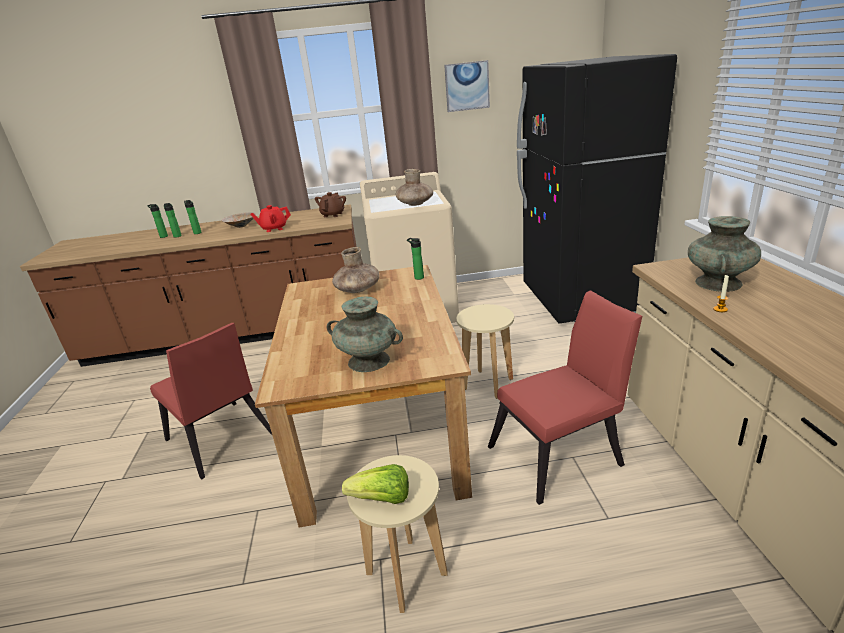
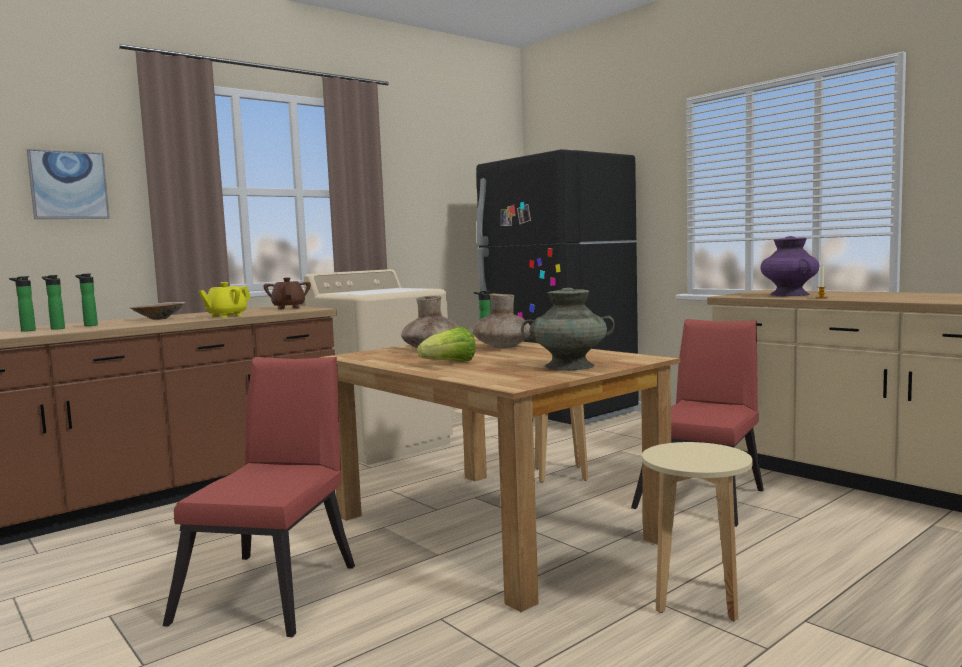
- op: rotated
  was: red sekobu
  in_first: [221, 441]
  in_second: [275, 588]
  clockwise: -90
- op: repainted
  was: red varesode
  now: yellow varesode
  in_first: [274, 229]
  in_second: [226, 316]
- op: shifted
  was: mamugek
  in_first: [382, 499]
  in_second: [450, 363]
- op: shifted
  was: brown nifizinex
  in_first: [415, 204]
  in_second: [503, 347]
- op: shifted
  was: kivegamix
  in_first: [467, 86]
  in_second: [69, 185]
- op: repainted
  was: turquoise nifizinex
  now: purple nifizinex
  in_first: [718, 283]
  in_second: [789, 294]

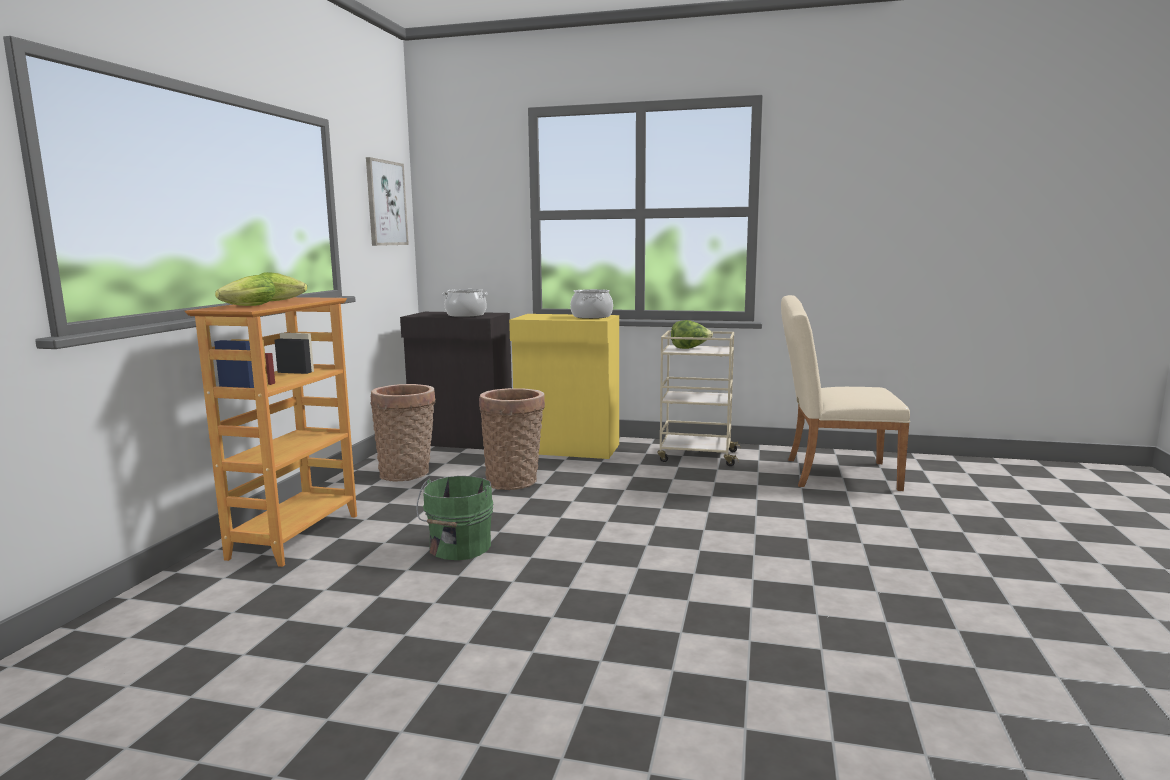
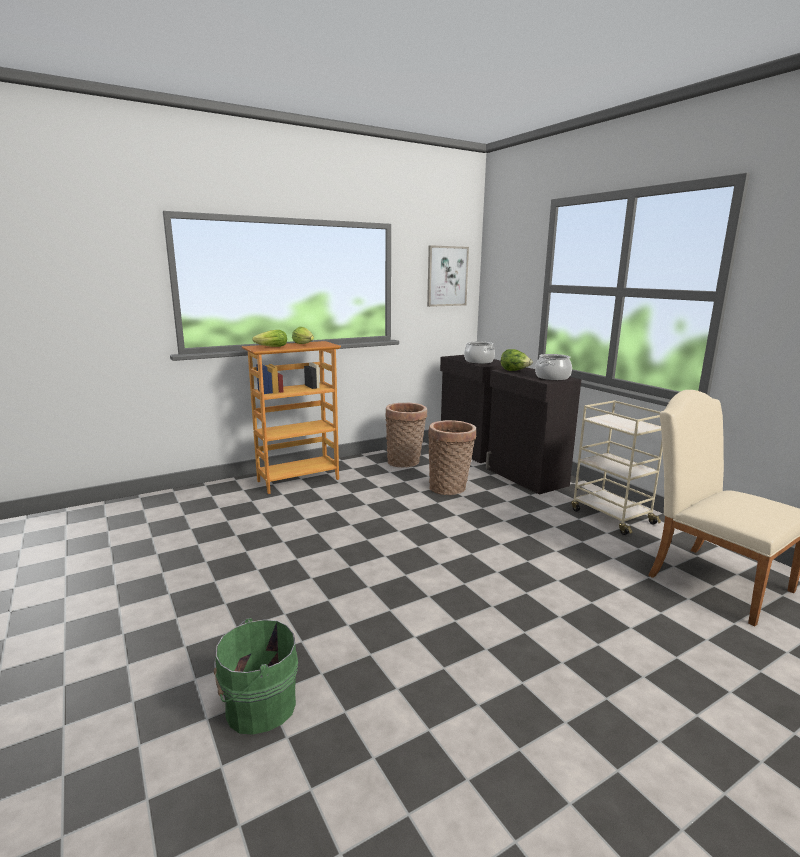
- op: shifted
  was: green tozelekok
  in_first: [458, 548]
  in_second: [257, 706]
- op: repainted
  was: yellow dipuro
  now: black dipuro
  in_first: [568, 449]
  in_second: [526, 477]
- op: shifted
  was: mamugek
  in_first: [690, 348]
  in_second: [514, 371]

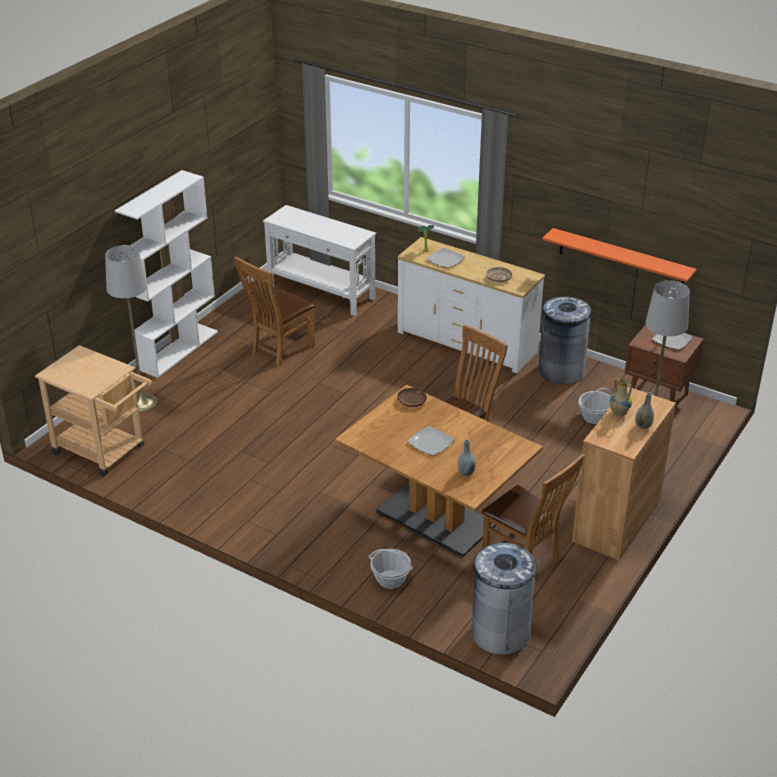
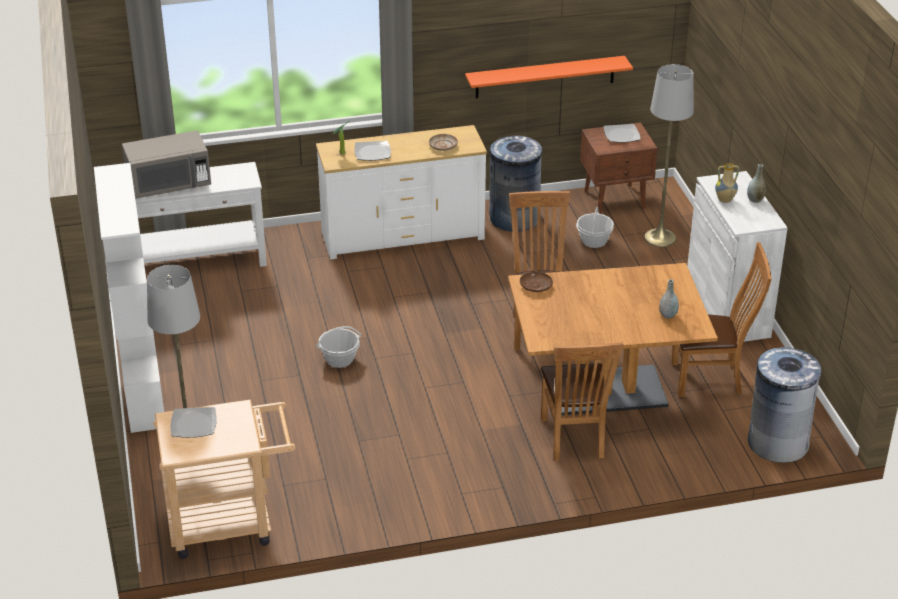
- op: shifted
  was: brown sekobu
  in_first: [279, 350]
  in_second: [574, 440]
- op: shifted
  was: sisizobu
  in_first: [390, 579]
  in_second: [339, 359]
- op: shifted
  was: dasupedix
  in_first: [430, 443]
  in_second: [194, 424]
- op: repainted
  was: brown dipuro
  now: white dipuro
  in_first: [616, 521]
  in_second: [727, 310]
- op: new
  now: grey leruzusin
  in_second: [169, 185]

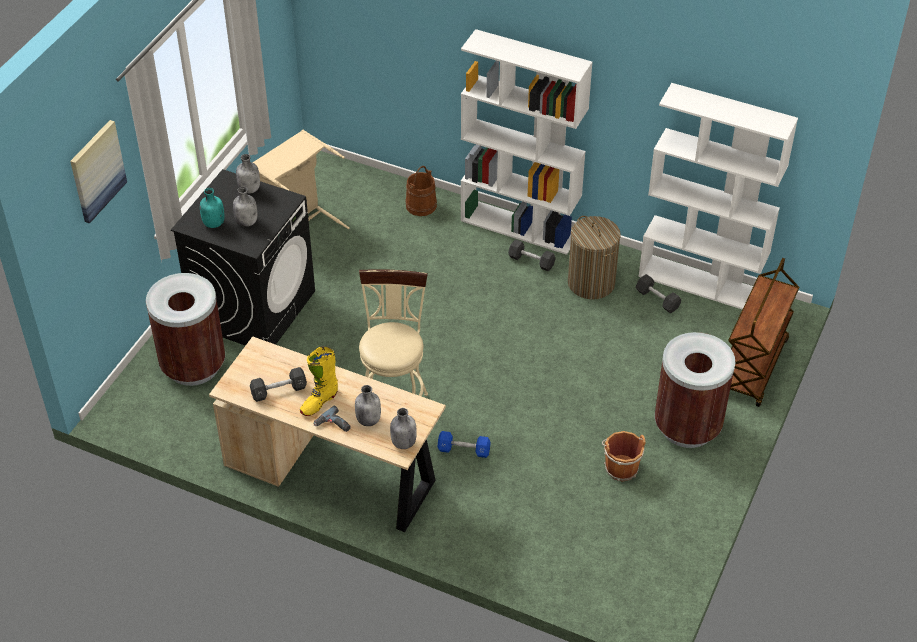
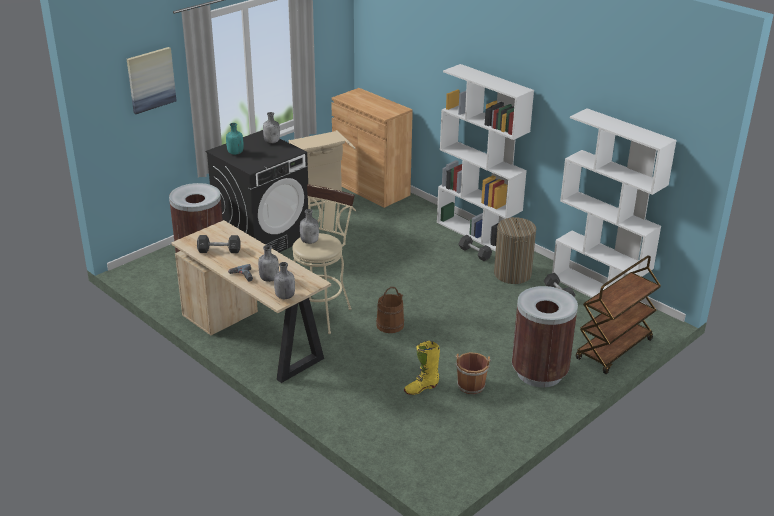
- op: shifted
  was: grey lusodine
  in_first: [247, 222]
  in_second: [310, 241]
- op: shifted
  was: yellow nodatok
  in_first: [319, 402]
  in_second: [421, 388]
- op: shifted
  was: brown tozelekok
  in_first: [421, 205]
  in_second: [390, 325]
- op: gone
  was: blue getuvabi
  in_first: [464, 450]
- op: new
  now: brown dipuro
  in_second: [371, 188]

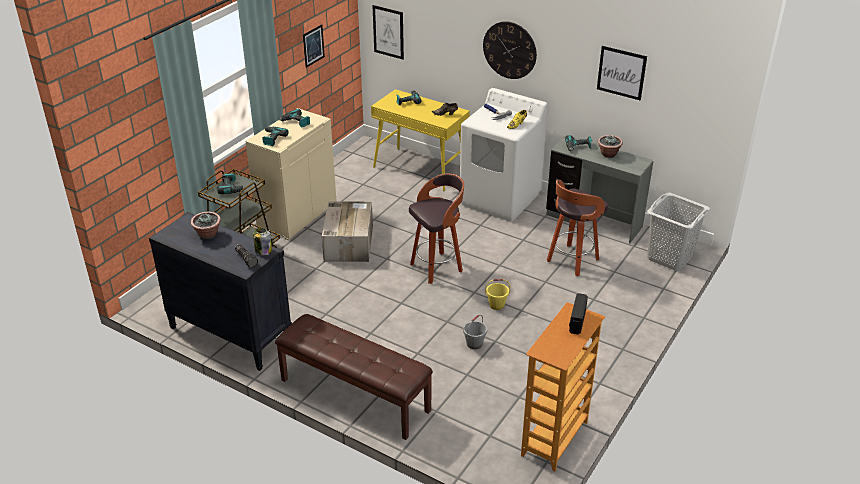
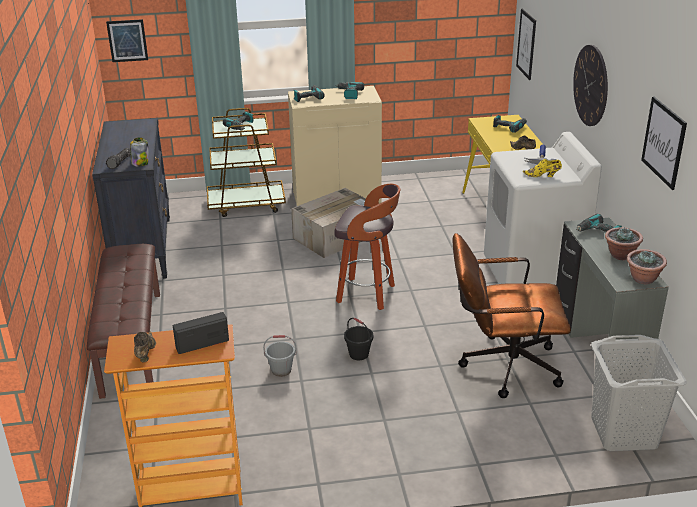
- op: shifted
  was: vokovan
  in_first: [208, 235]
  in_second: [643, 279]
- op: shifted
  was: kivegamix
  in_first: [313, 45]
  in_second: [127, 40]
- op: repainted
  was: yellow tozelekok
  now: black tozelekok
  in_first: [496, 305]
  in_second: [358, 354]
- op: swapped
  was: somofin
  now: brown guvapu
  in_first: [572, 261]
  in_second: [502, 366]
- op: new
  now: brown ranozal
  in_second: [145, 353]

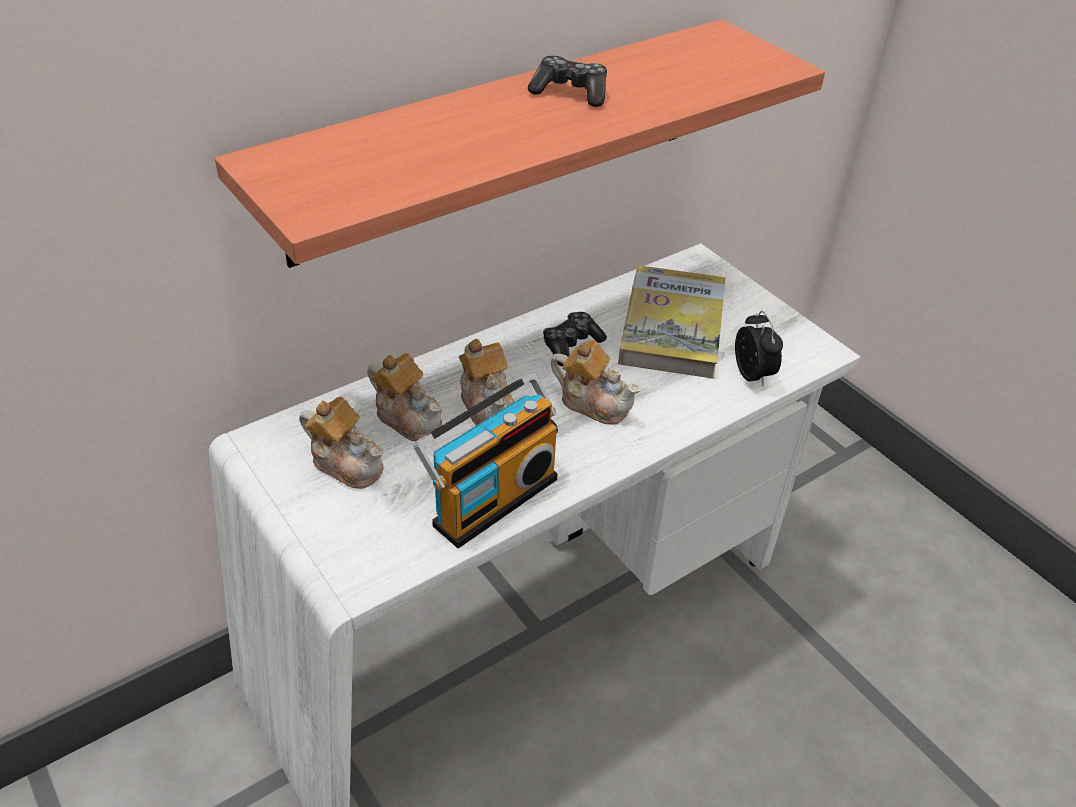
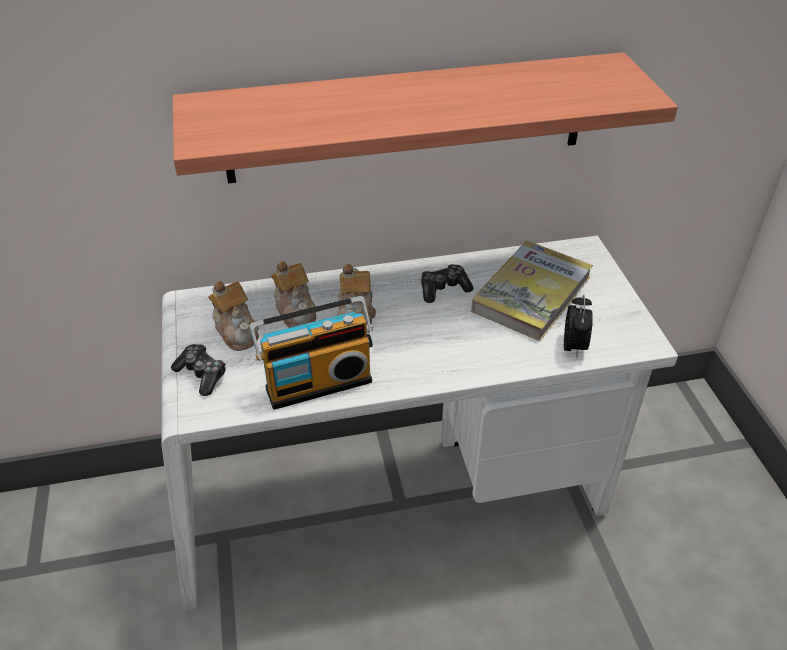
- op: shifted
  was: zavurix
  in_first: [570, 92]
  in_second: [202, 374]
- op: gone
  was: varesode
  in_first: [593, 402]

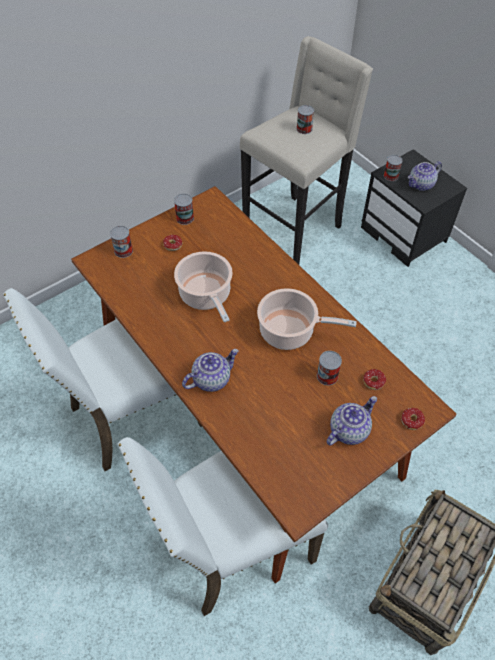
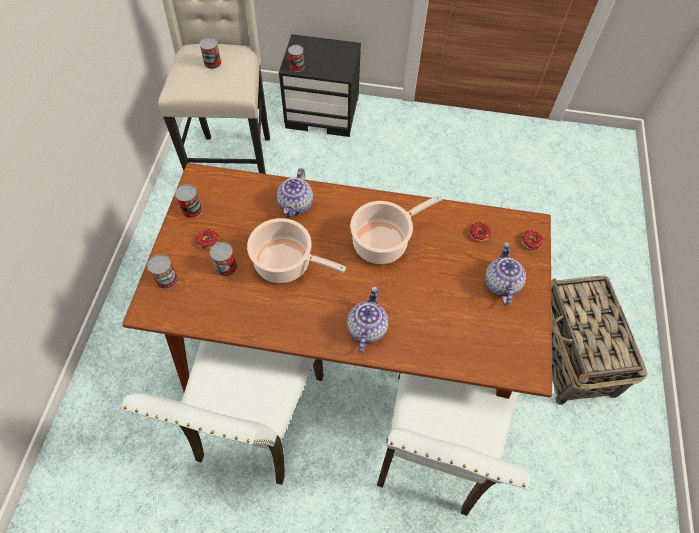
- op: shifted
  was: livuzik
  in_first: [327, 376]
  in_second: [226, 267]
- op: shifted
  was: varesode
  in_first: [421, 185]
  in_second: [296, 205]

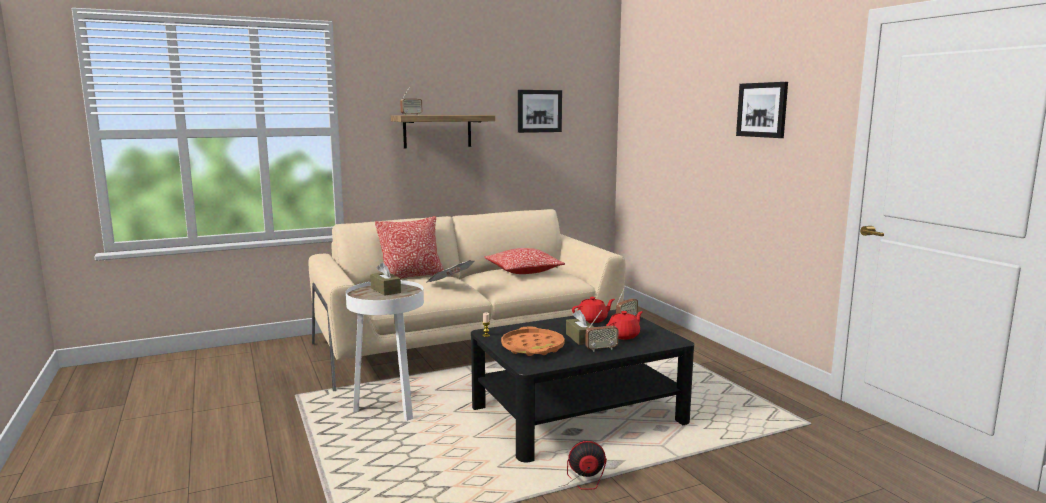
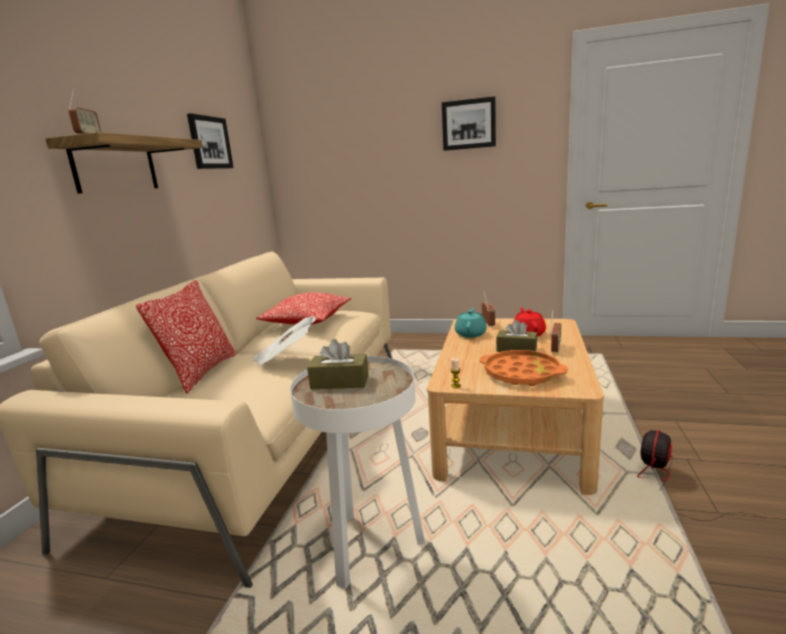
- op: repainted
  was: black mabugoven
  now: beige mabugoven
  in_first: [578, 415]
  in_second: [511, 428]
- op: repainted
  was: red varesode
  now: turquoise varesode
  in_first: [593, 320]
  in_second: [471, 334]

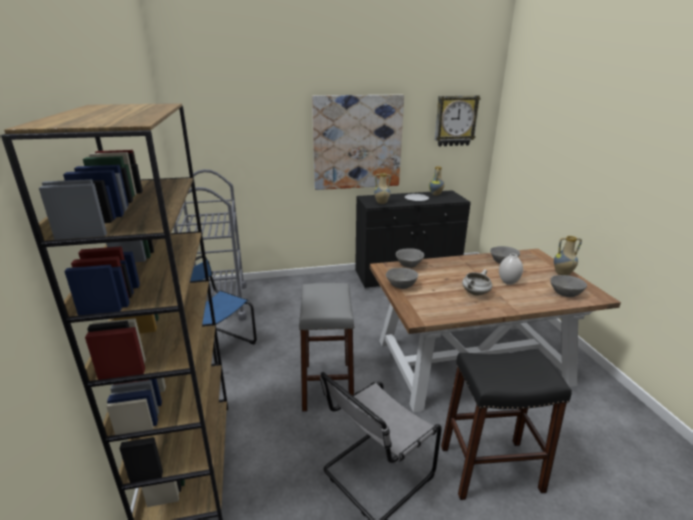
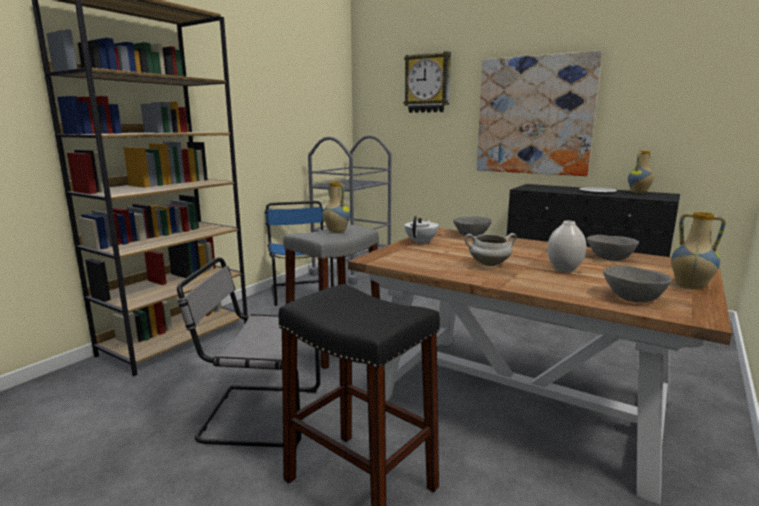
- op: shifted
  was: nifizinex
  in_first: [381, 203]
  in_second: [336, 232]
- op: swapped
  was: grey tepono
  now: white varesode
  in_first: [401, 285]
  in_second: [421, 242]
- op: shifted
  was: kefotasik
  in_first: [455, 121]
  in_second: [427, 83]

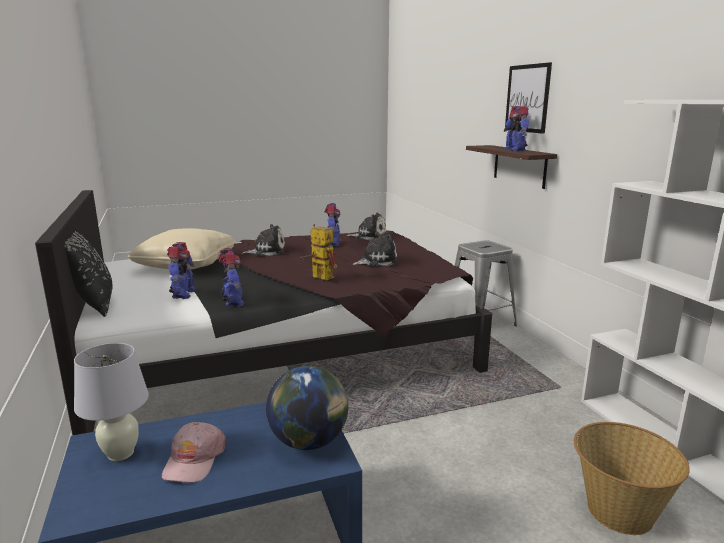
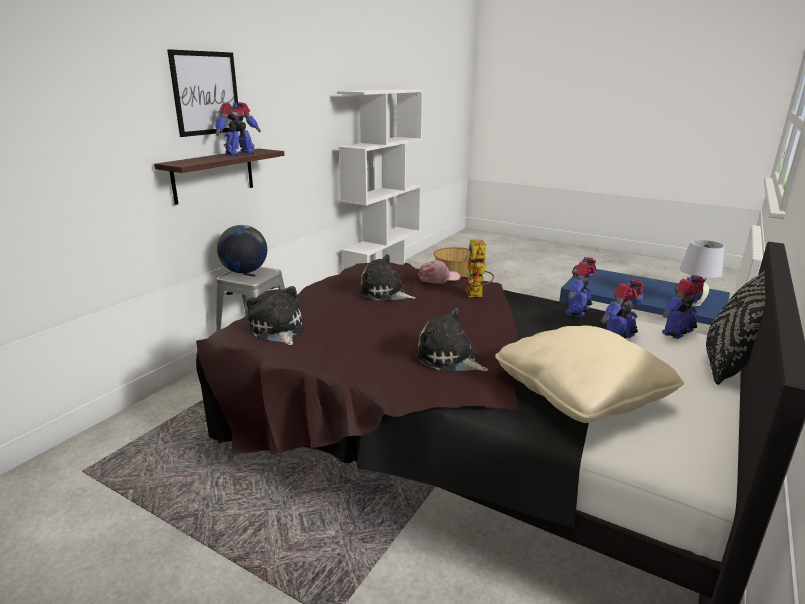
- op: shifted
  was: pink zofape
  in_first: [194, 459]
  in_second: [439, 278]
- op: shifted
  was: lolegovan
  in_first: [309, 441]
  in_second: [244, 271]
- op: shifted
  was: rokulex
  in_first: [332, 243]
  in_second: [678, 333]

